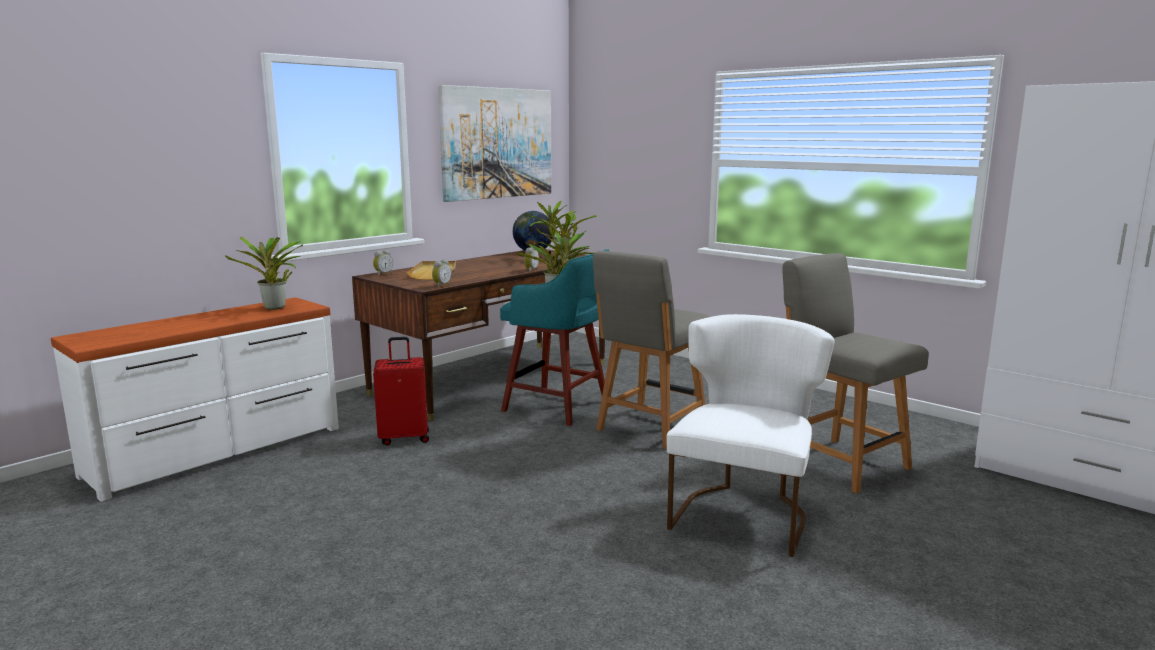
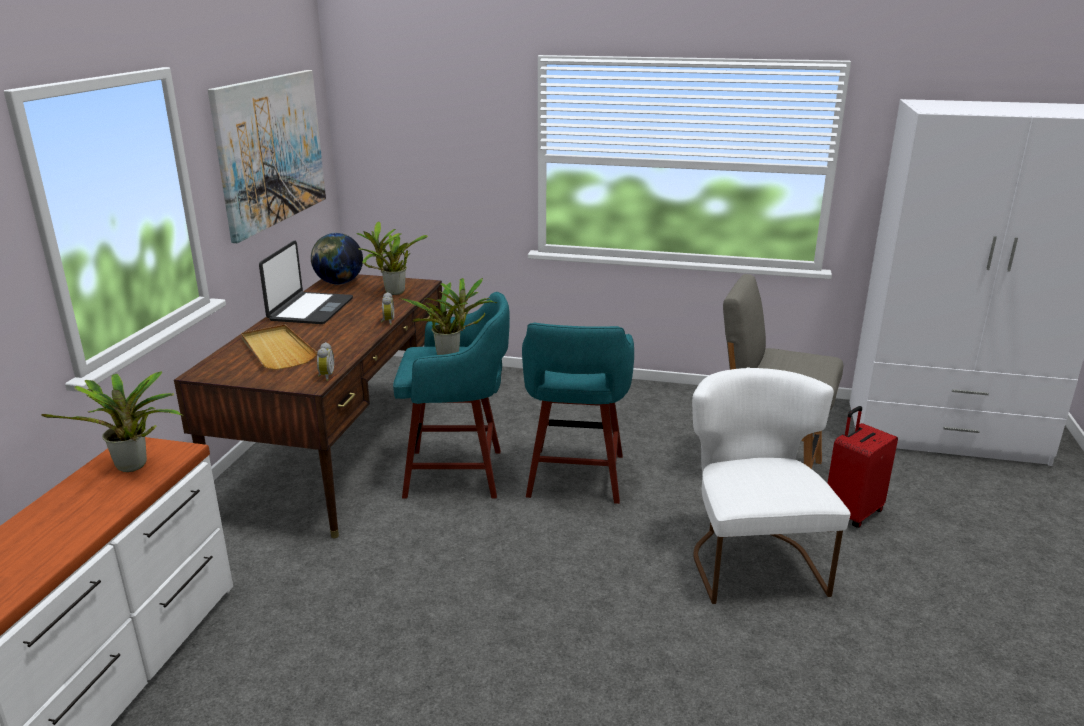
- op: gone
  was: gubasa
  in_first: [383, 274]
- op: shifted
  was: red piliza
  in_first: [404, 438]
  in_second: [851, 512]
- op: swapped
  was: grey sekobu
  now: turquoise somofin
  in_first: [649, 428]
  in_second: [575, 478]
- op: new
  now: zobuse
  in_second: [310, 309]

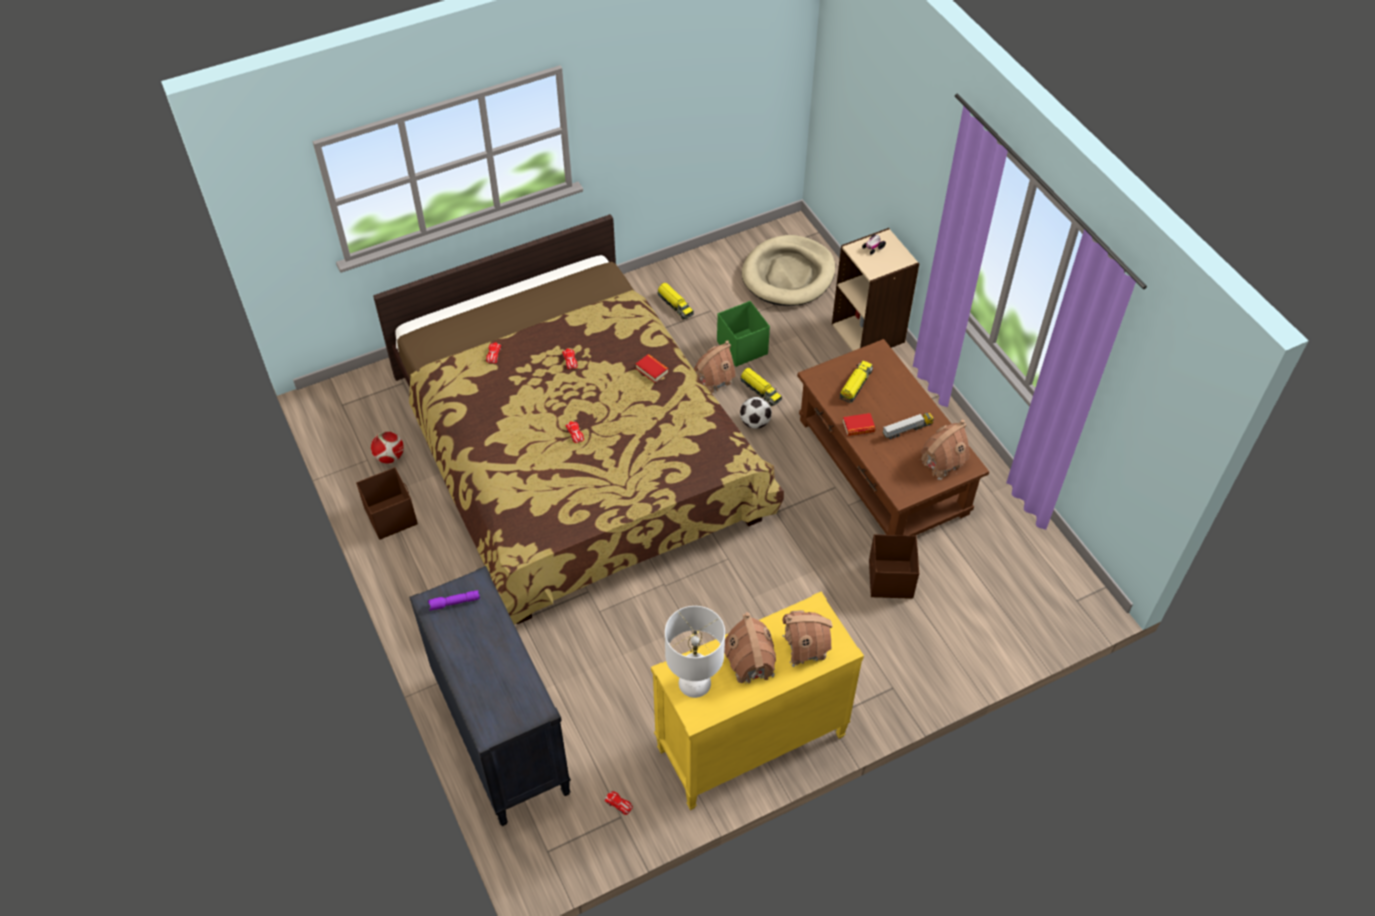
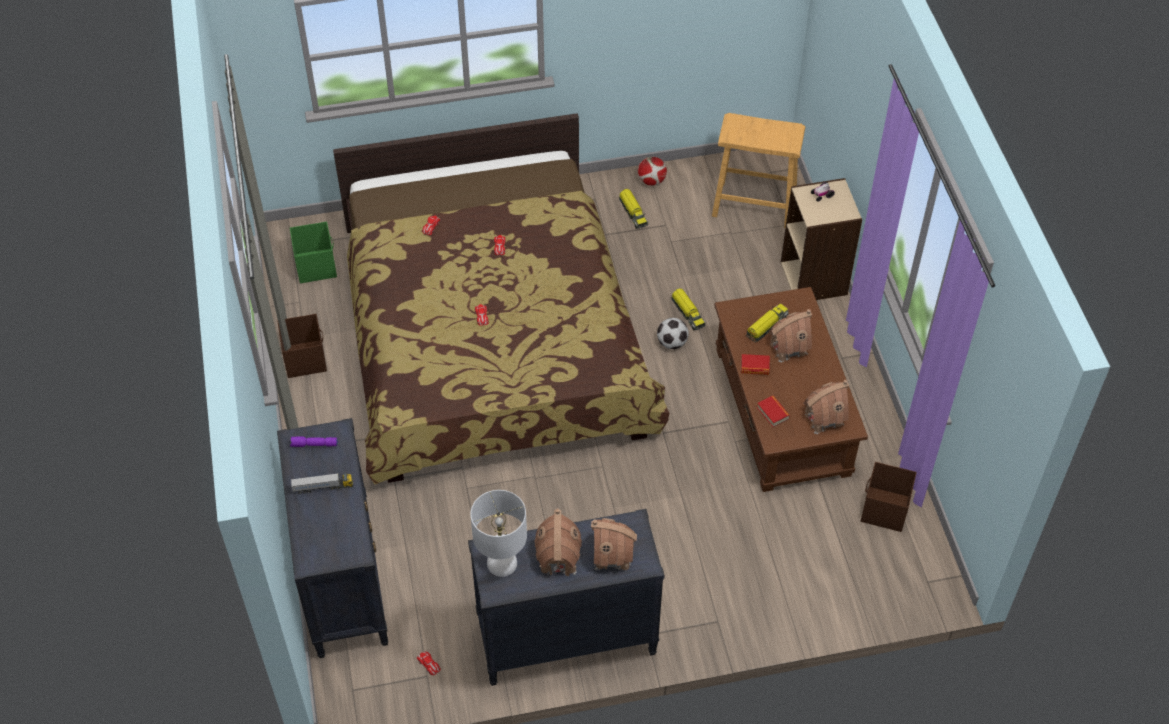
- op: shifted
  was: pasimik
  in_first: [390, 457]
  in_second: [651, 181]
- op: shifted
  was: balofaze
  in_first: [652, 370]
  in_second: [772, 413]
- op: repainted
  was: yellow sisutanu
  now: black sisutanu
  in_first: [750, 744]
  in_second: [566, 640]
- op: shifted
  was: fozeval
  in_first: [713, 380]
  in_second: [788, 347]
- op: shifted
  was: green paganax
  in_first: [742, 347]
  in_second: [316, 265]
- op: swapped
  was: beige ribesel
  now: beige somofin
  in_first: [788, 274]
  in_second: [754, 204]
- op: shifted
  was: brown paganax
  in_first: [890, 580]
  in_second: [884, 510]
- op: shifted
  was: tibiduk
  in_first: [907, 430]
  in_second: [323, 487]

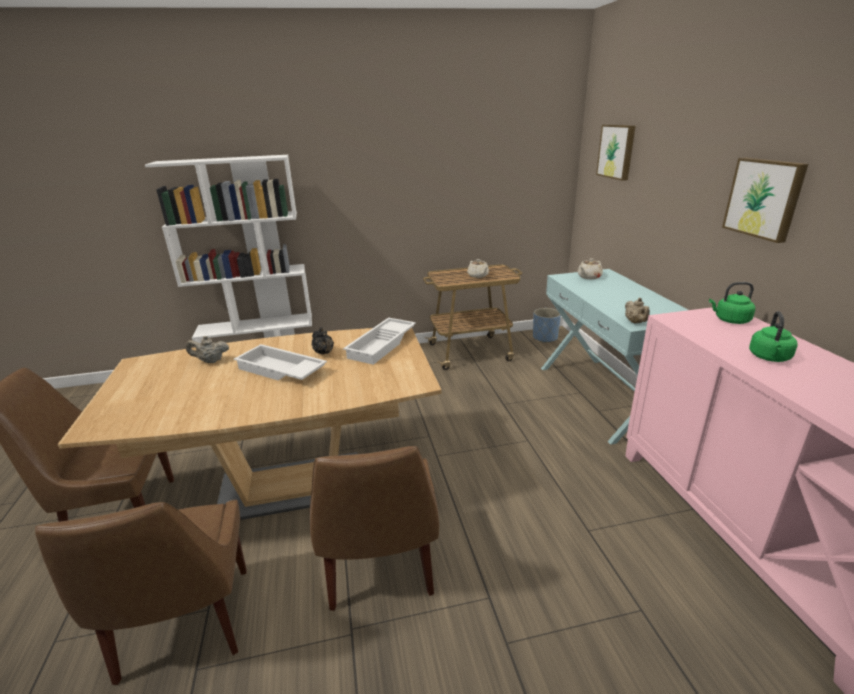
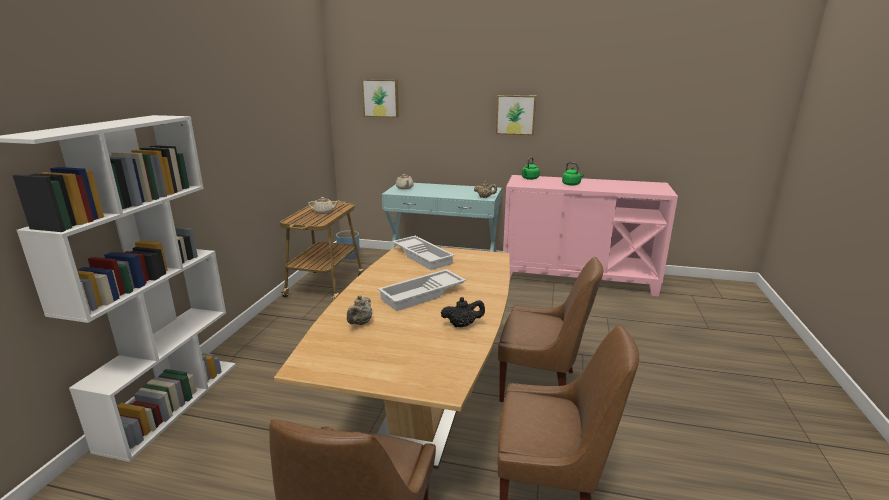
- op: shifted
  was: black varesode
  in_first: [324, 353]
  in_second: [462, 325]

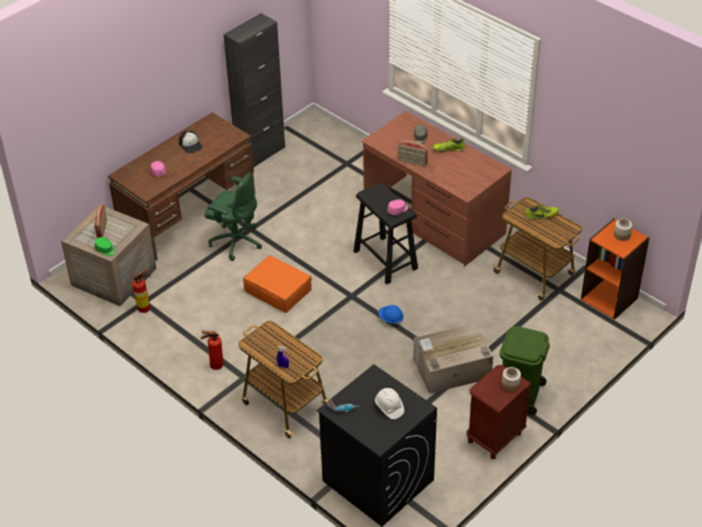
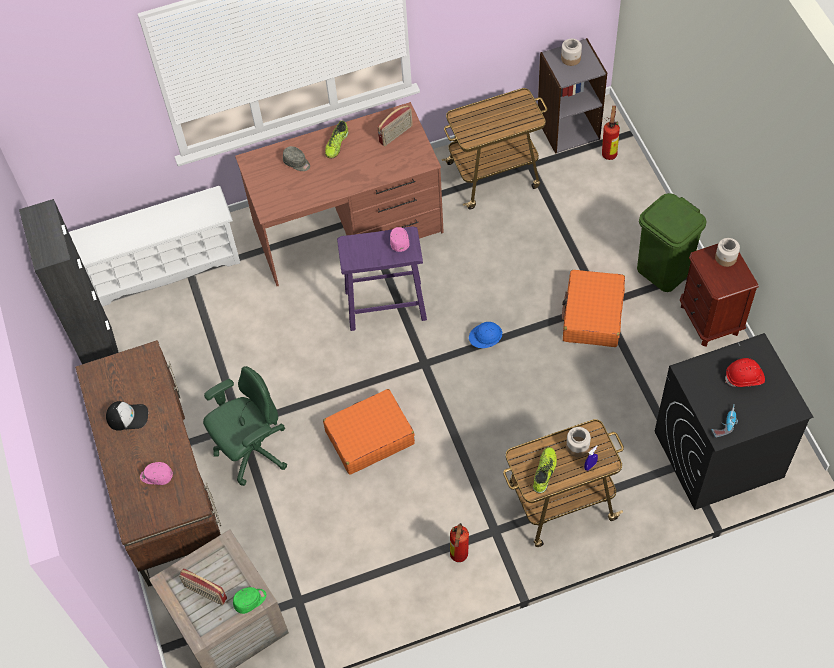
- op: shifted
  was: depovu
  in_first: [146, 308]
  in_second: [609, 153]
- op: repainted
  was: black somofin
  now: purple somofin
  in_first: [385, 259]
  in_second: [385, 304]
- op: repainted
  was: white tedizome
  now: red tedizome
  in_first: [389, 407]
  in_second: [744, 378]
- op: shifted
  was: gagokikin
  in_first: [412, 162]
  in_second: [396, 134]
- op: swapped
  was: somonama
  now: orange piliza
  in_first: [451, 369]
  in_second: [592, 315]
- op: shifted
  was: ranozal
  in_first: [541, 215]
  in_second: [544, 472]
- op: repainted
  was: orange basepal
  now: grey basepal
  in_first: [609, 298]
  in_second: [568, 128]
- op: new
  now: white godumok
  in_second: [164, 267]
- op: new
  now: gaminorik
  in_second: [577, 446]

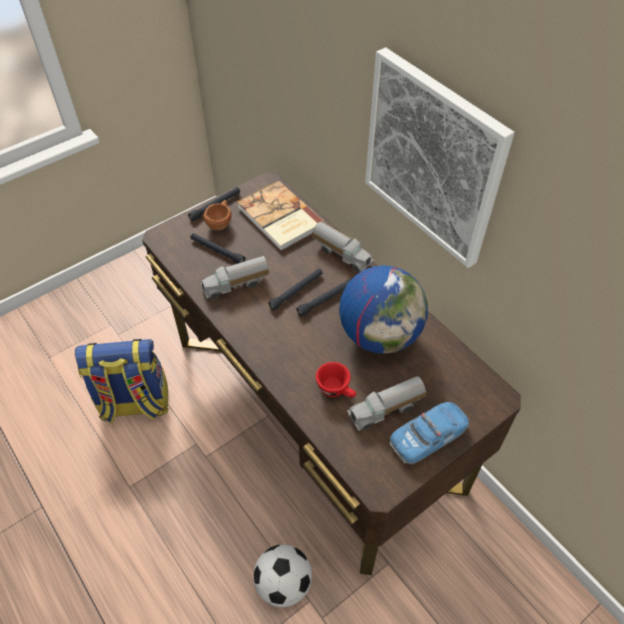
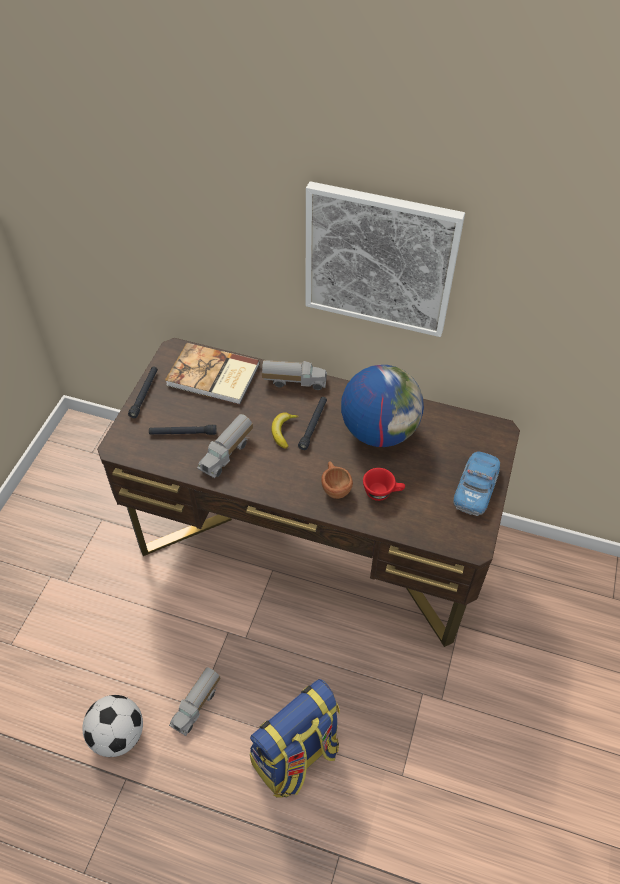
- op: shifted
  was: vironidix
  in_first: [134, 404]
  in_second: [296, 757]
- op: shifted
  was: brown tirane
  in_first: [220, 223]
  in_second: [334, 487]
- op: shifted
  was: pasimik
  in_first: [284, 583]
  in_second: [118, 735]
- op: swapped
  was: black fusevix
  now: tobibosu
  in_first: [296, 291]
  in_second: [283, 431]
- op: shifted
  was: tibiduk
  in_first: [386, 410]
  in_second: [197, 705]

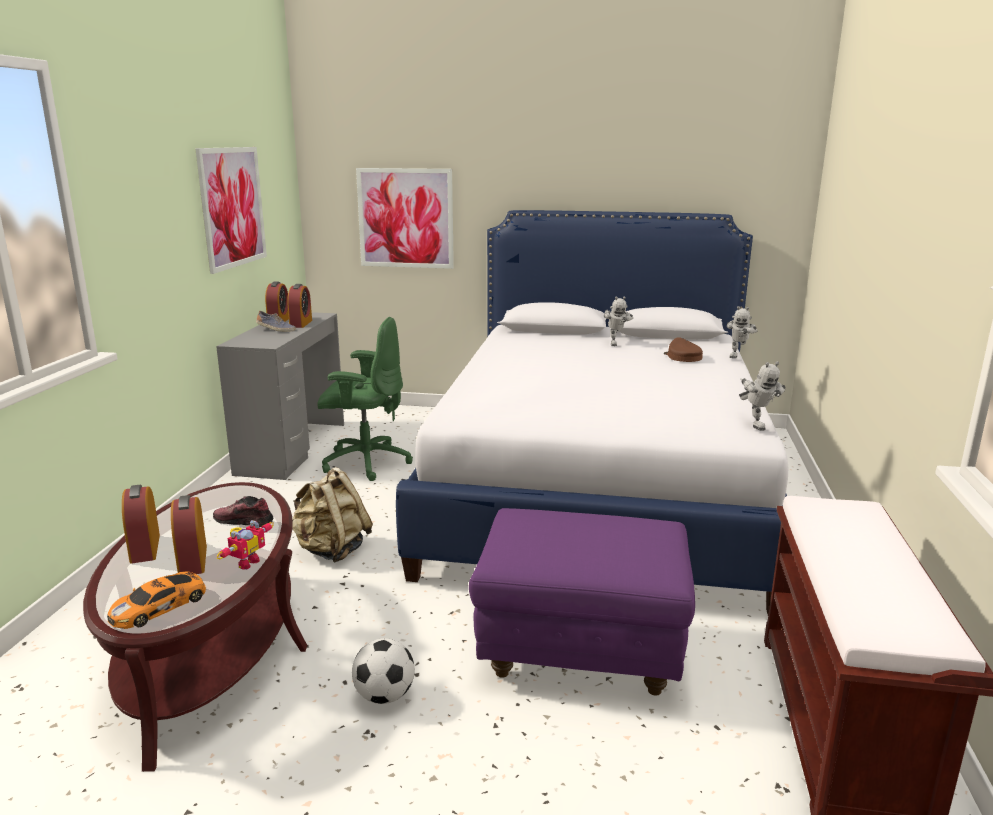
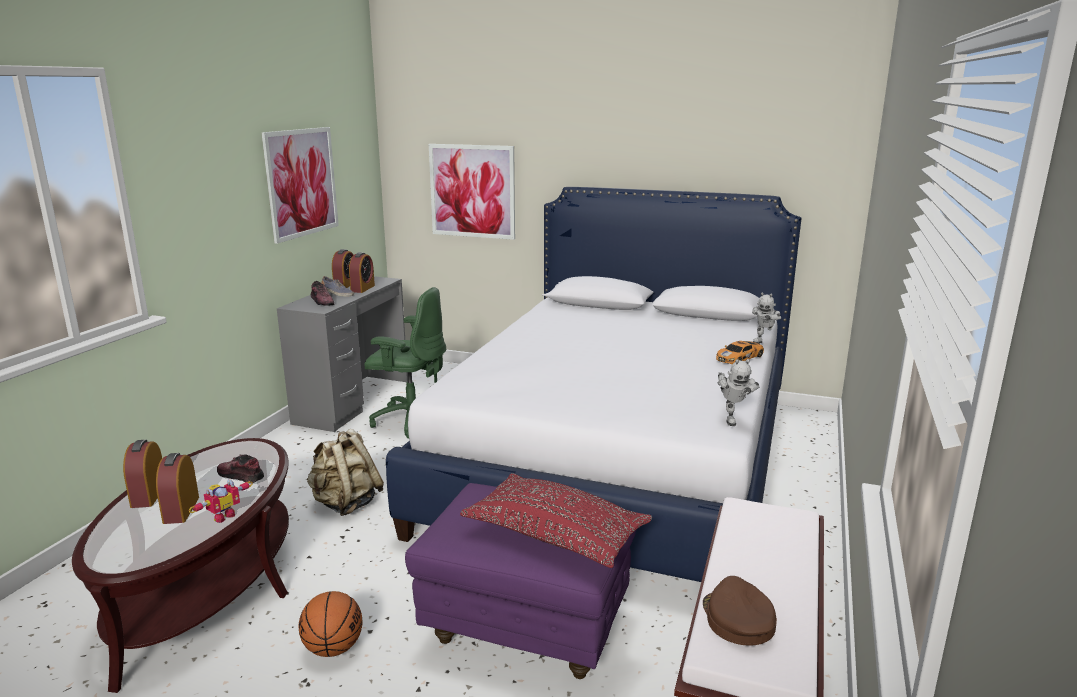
- op: shifted
  was: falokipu
  in_first: [161, 606]
  in_second: [740, 357]
- op: swapped
  was: pasimik
  now: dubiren
  in_first: [384, 696]
  in_second: [333, 648]
- op: gone
  was: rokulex
  in_first: [615, 343]
- op: shifted
  was: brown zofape
  in_first: [682, 357]
  in_second: [737, 619]
- op: new
  now: ranozal
  in_second: [322, 302]
- op: new
  now: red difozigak
  in_second: [555, 535]

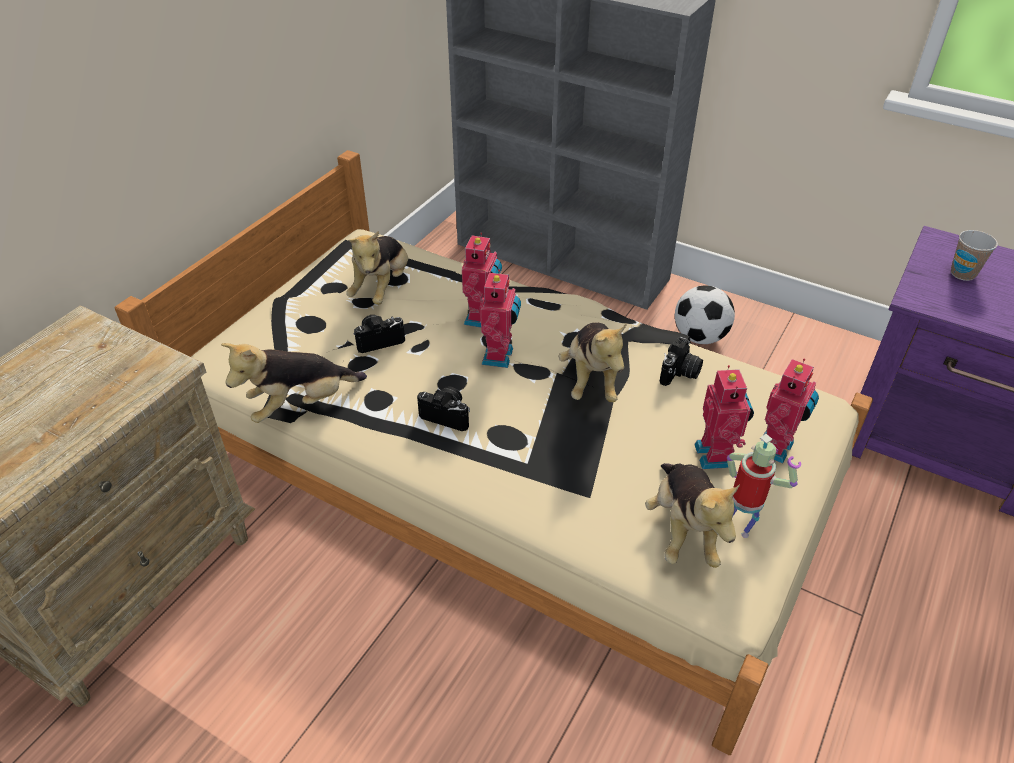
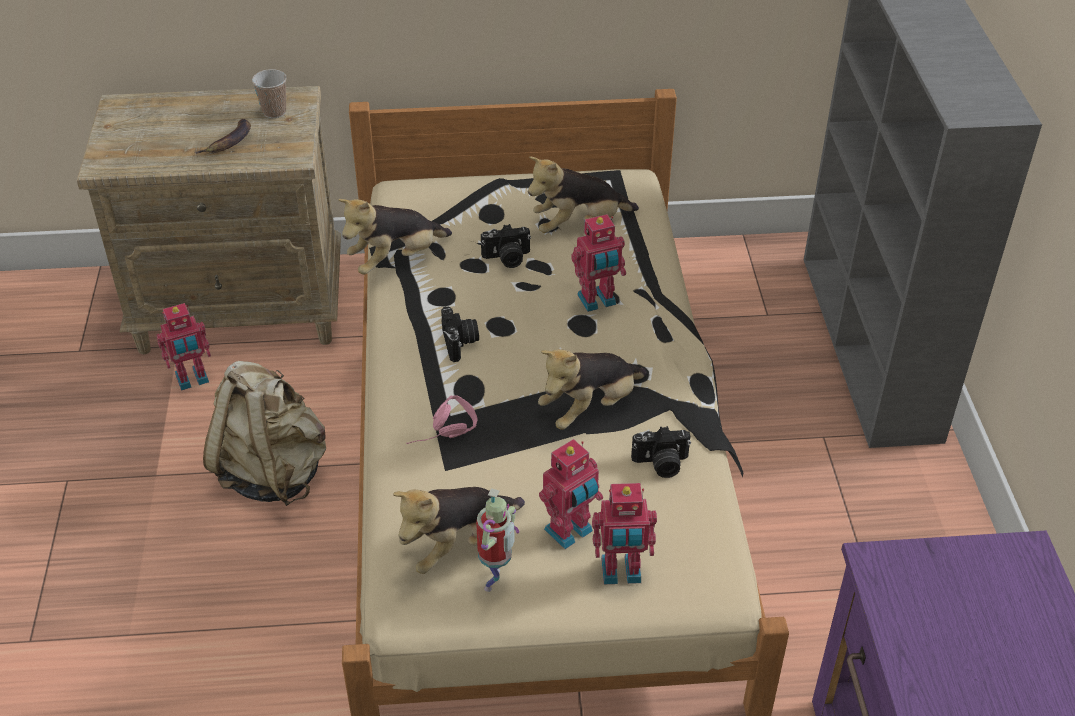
- op: rotated
  was: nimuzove
  in_first: [301, 404]
  in_second: [396, 260]
  clockwise: -60
- op: rotated
  was: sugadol
  in_first: [379, 340]
  in_second: [507, 258]
  clockwise: 135
- op: shifted
  was: rokulex
  in_first: [500, 356]
  in_second: [192, 380]
- op: gone
  was: pasimik
  in_first: [699, 337]
- op: shifted
  was: tirane
  in_first: [962, 274]
  in_second: [274, 112]
- op: new
  now: tobibosu
  in_second: [229, 142]
- op: new
  now: beige vironidix
  in_second: [273, 472]
- op: new
  now: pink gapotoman
  in_second: [444, 437]

